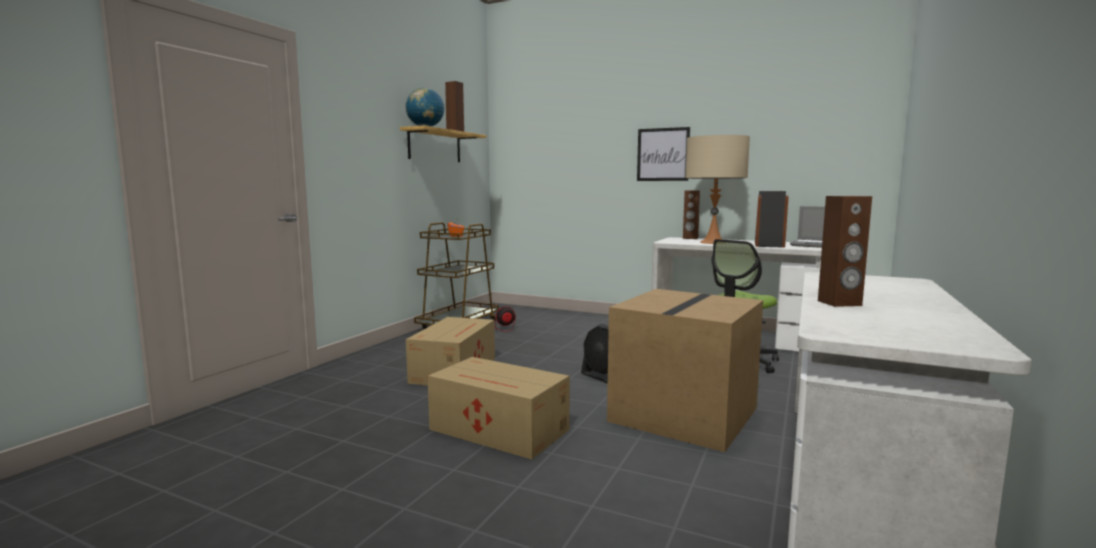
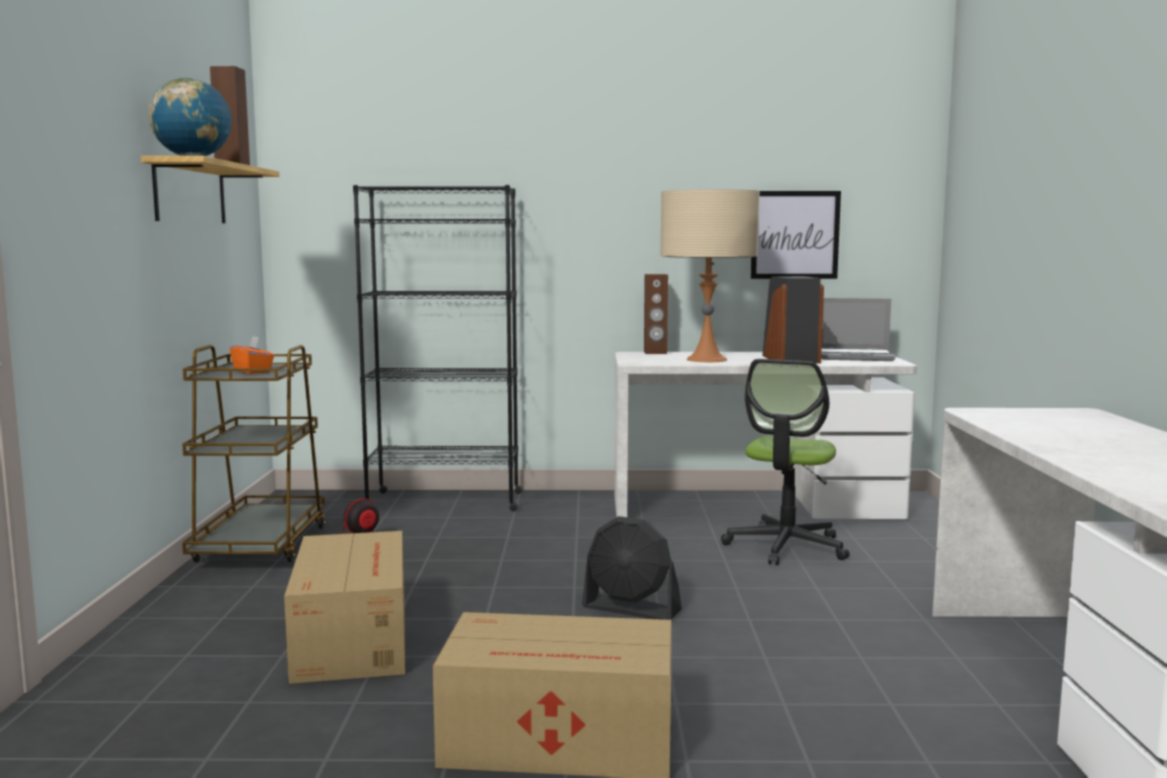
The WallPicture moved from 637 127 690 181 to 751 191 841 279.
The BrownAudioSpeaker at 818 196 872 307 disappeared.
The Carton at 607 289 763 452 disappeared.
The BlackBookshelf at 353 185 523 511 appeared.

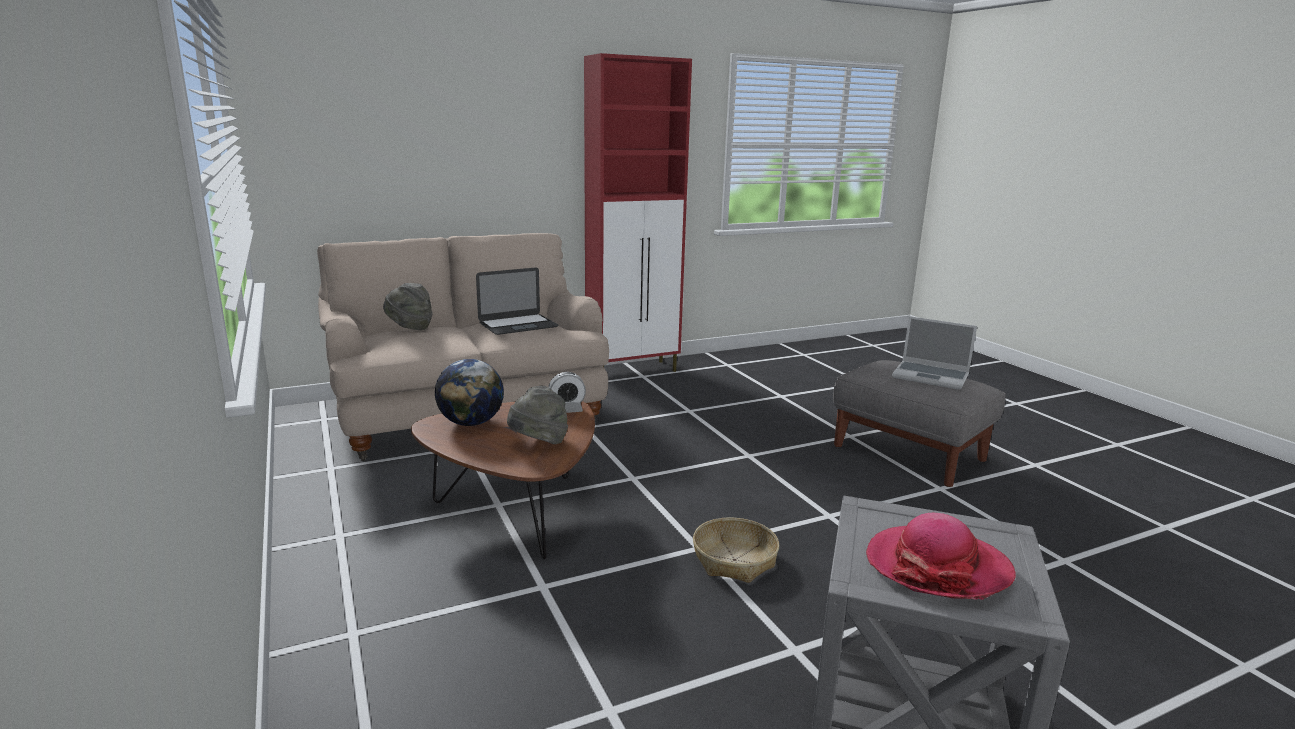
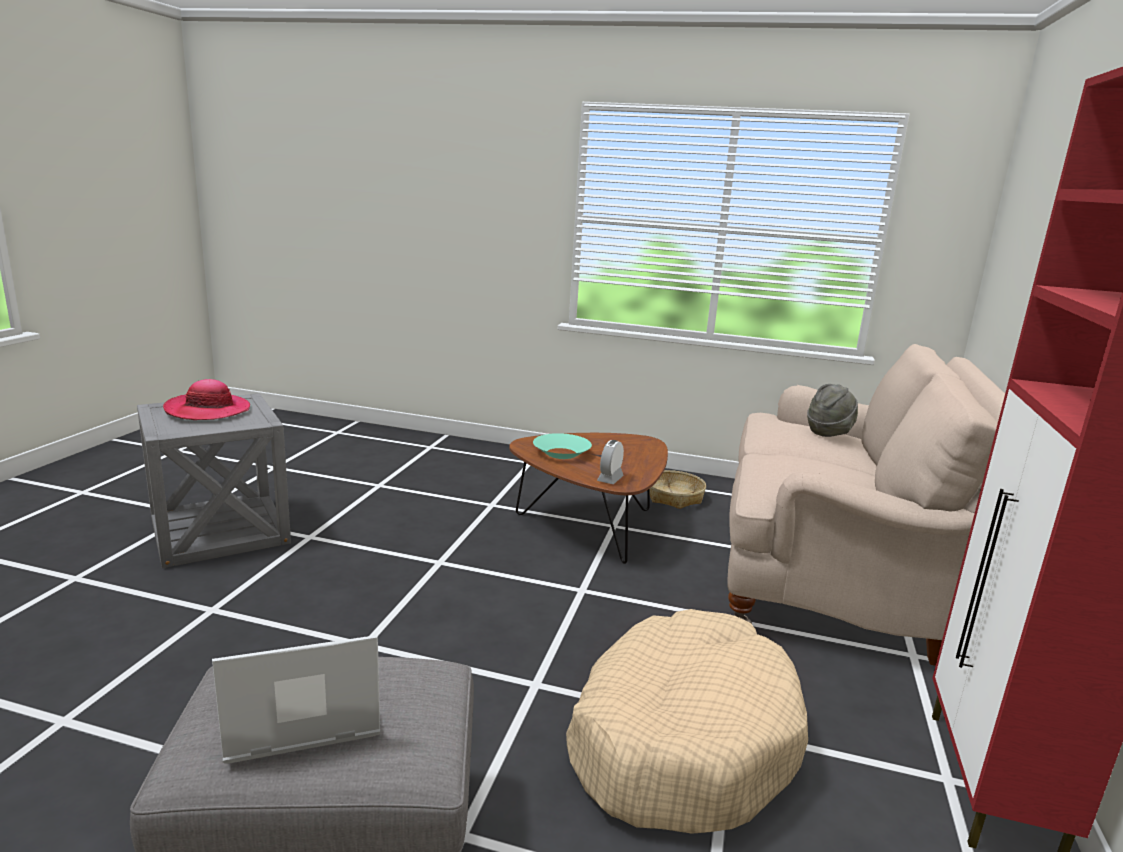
The NotebookComputer at 476 268 559 335 disappeared.
The WorldGlobe at 435 359 504 426 disappeared.
The GrayHat at 507 385 568 444 was replaced by the TurquoiseColouredServingBowl at 533 433 592 459.
The HouseholdBasket moved from 693 517 779 583 to 650 470 706 509.
The SandColouredDogBed at 566 609 808 834 appeared.

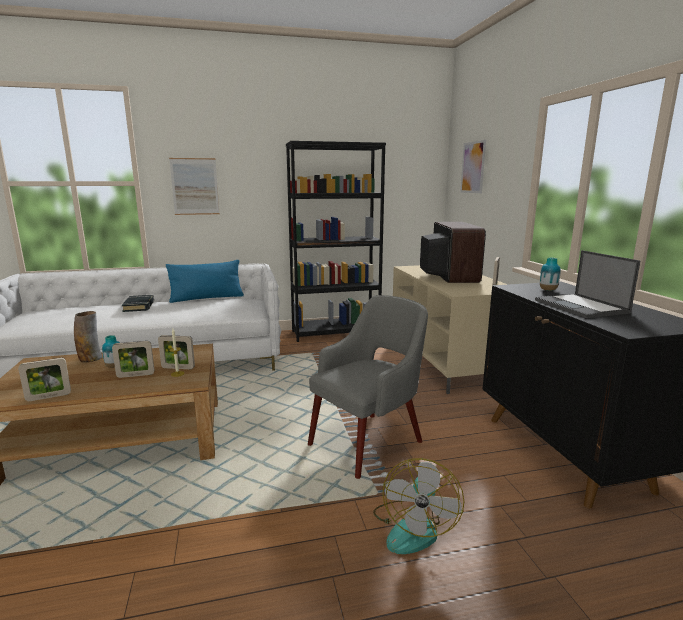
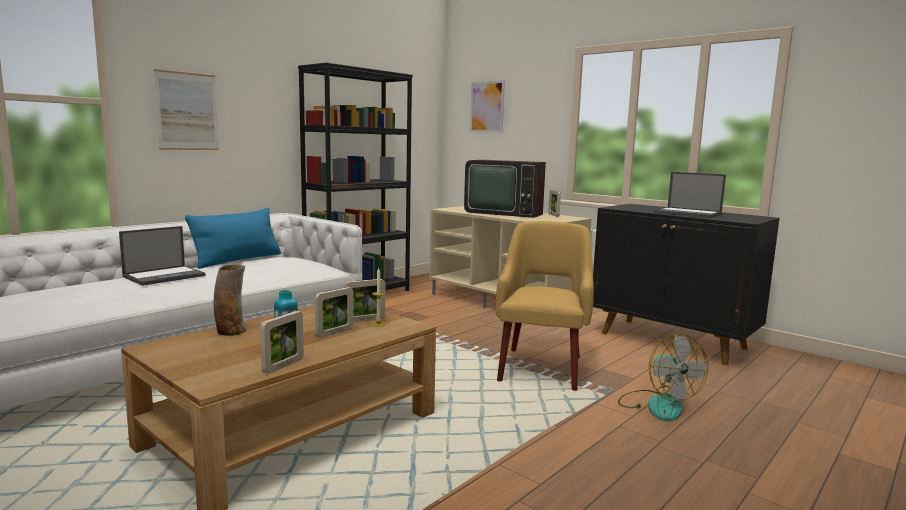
The Television at 420 222 486 283 turned 150 degrees clockwise.
The Vase at 540 258 561 291 disappeared.
The BlackBook at 122 295 154 312 was replaced by the NotebookComputer at 119 226 206 286.
The GrayEasyChair at 308 295 428 479 became the YellowColouredEasyChair at 496 221 594 391.

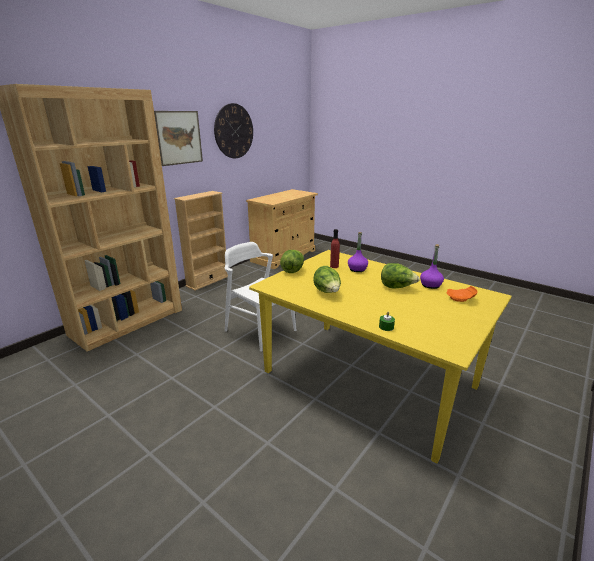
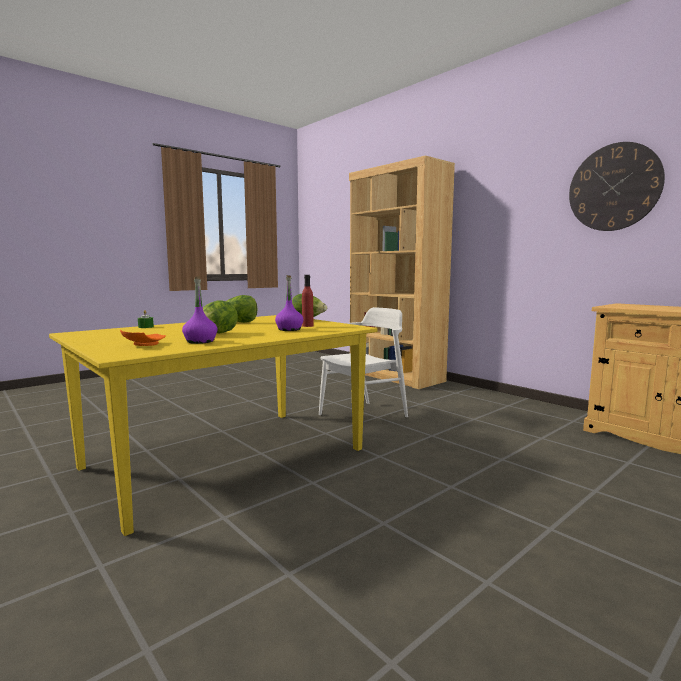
The WallPicture at 154 111 203 166 disappeared.
The SandColouredBookshelf at 174 191 228 290 disappeared.

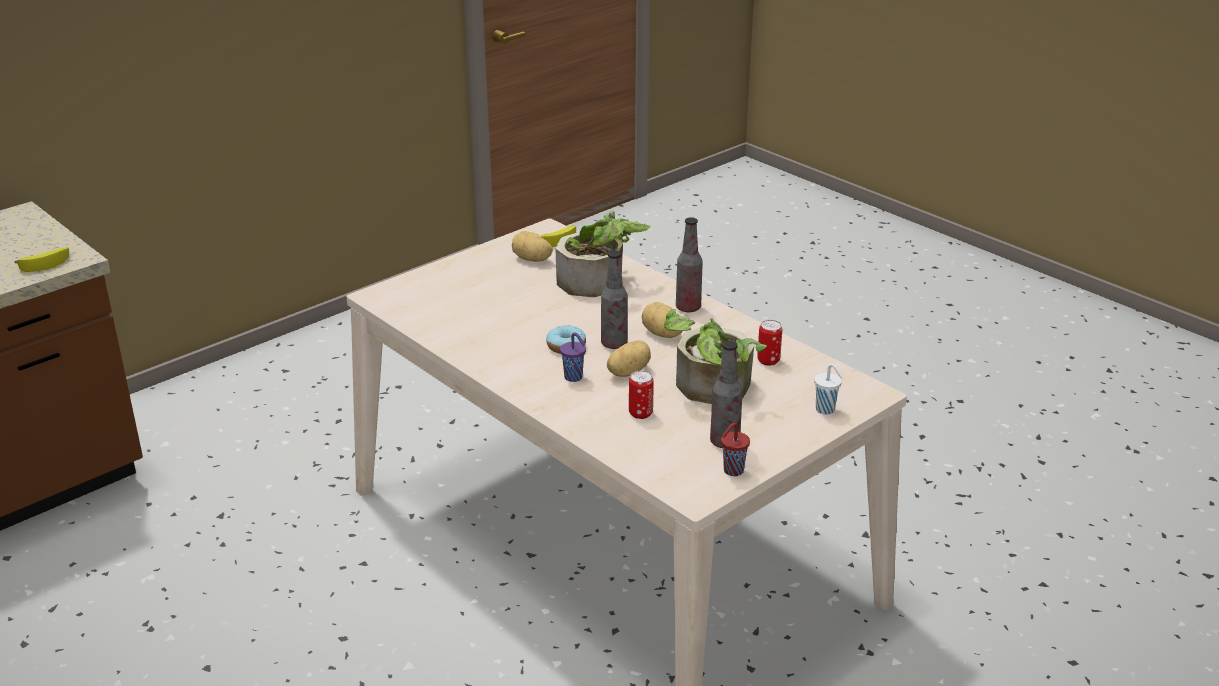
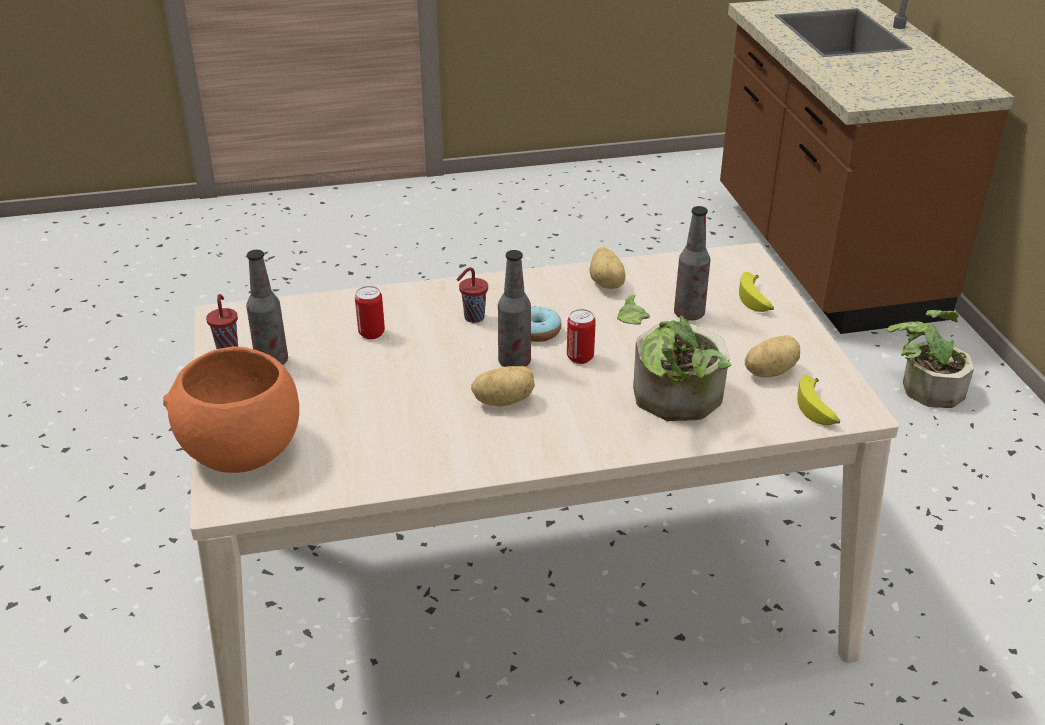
The DrinkBottle moved from 676 217 703 312 to 674 206 710 321.
The Banana moved from 14 247 69 272 to 739 272 774 312.
The PlantInAPot moved from 664 309 767 404 to 887 310 974 408.
The MetalCan moved from 757 320 782 366 to 567 309 596 364.
The PurpleSmallCup at 560 332 586 382 became the RedSmallCup at 456 267 488 323.
The Spud moved from 607 340 651 377 to 589 247 626 289.
The WhitishSmallCup at 814 364 843 414 was replaced by the OrangeServingBowl at 163 346 299 473.

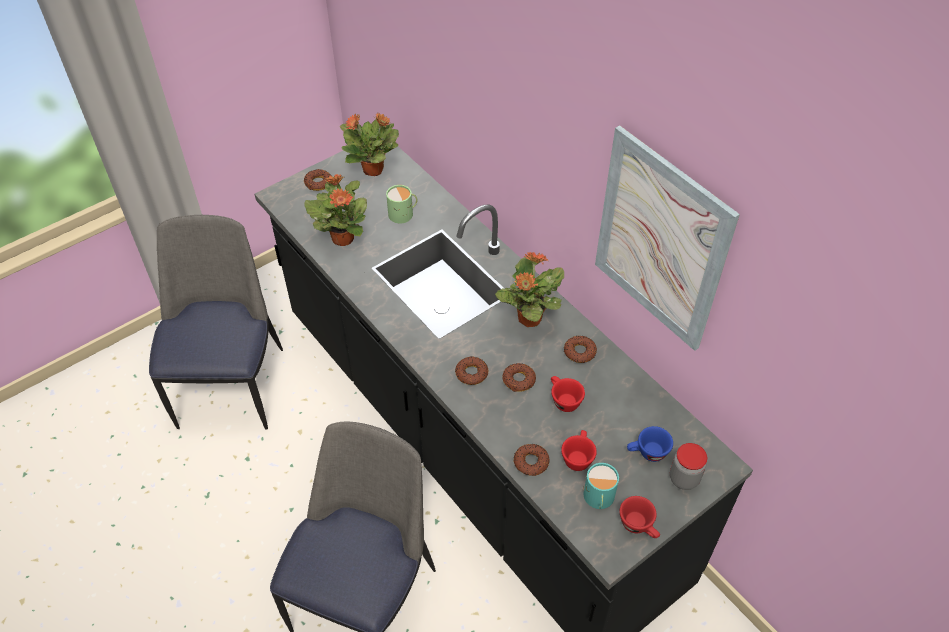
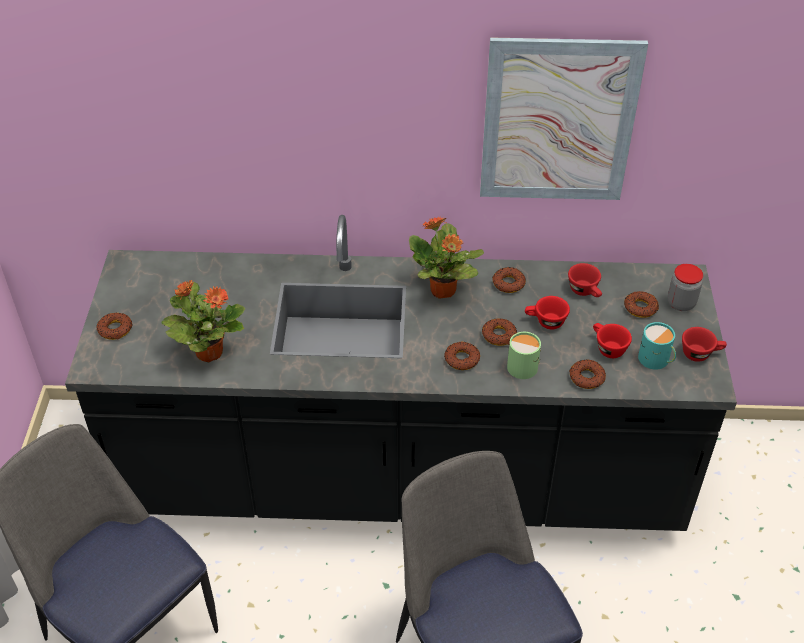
The PlantInAPot at 340 113 399 176 disappeared.
The GreenCoffeeMug moved from 386 185 417 223 to 507 332 541 379.
The BlueColouredSmallCup at 627 426 673 462 was replaced by the Doughnut at 624 291 659 318.
The RedSmallCup at 568 263 602 297 appeared.

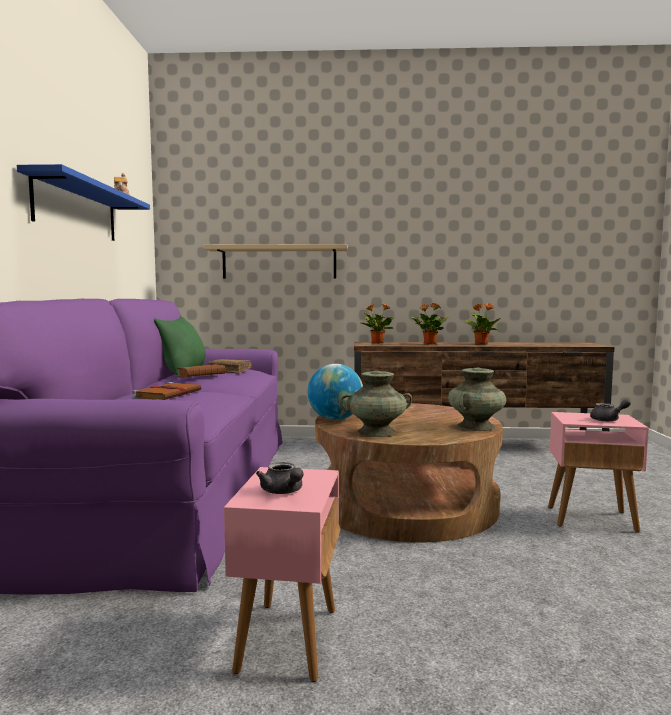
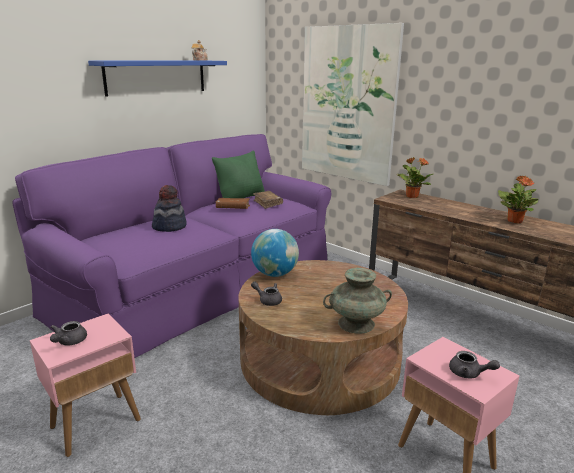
The SandColouredBracketShelf at 204 244 348 279 was replaced by the WallPicture at 302 23 404 186.
The PlantInAPot at 412 303 449 344 disappeared.
The TurquoiseColouredVase at 340 371 412 437 was replaced by the GrayTeapot at 251 281 282 306.
The BrownBook at 132 382 202 400 was replaced by the Hat at 152 185 187 232.

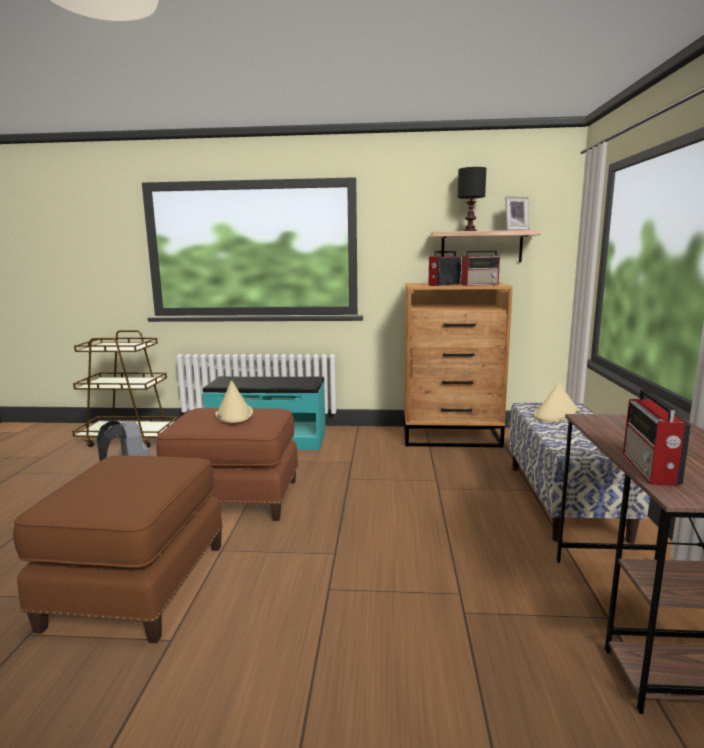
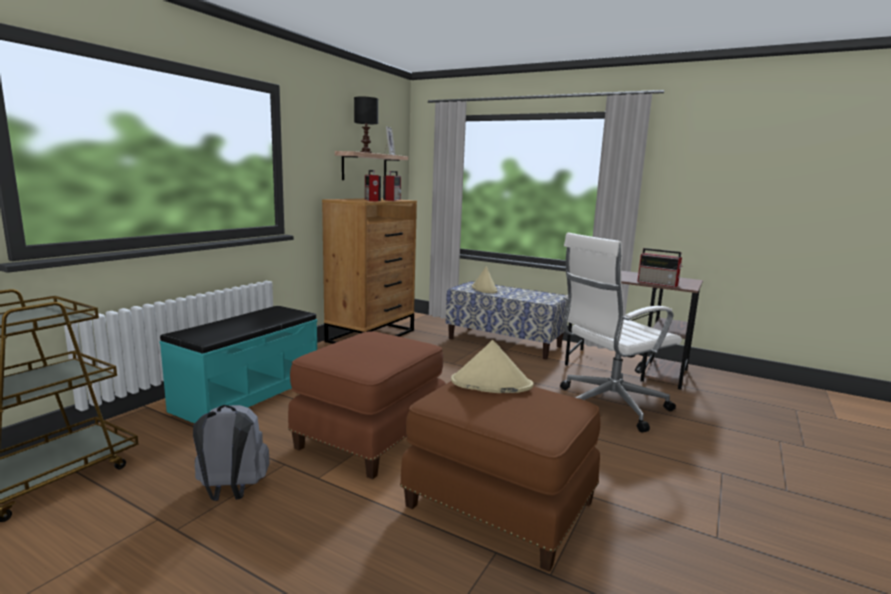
The SandColouredHat moved from 215 380 253 423 to 451 340 534 393.
The WhitishComputerChair at 560 233 682 432 appeared.

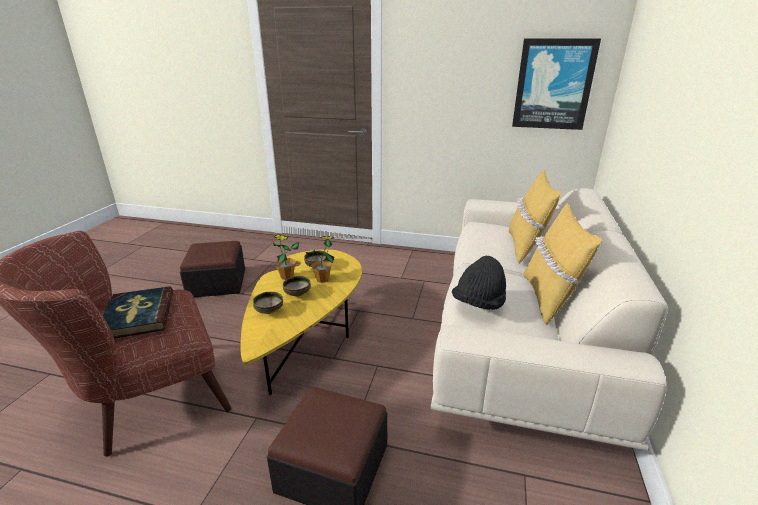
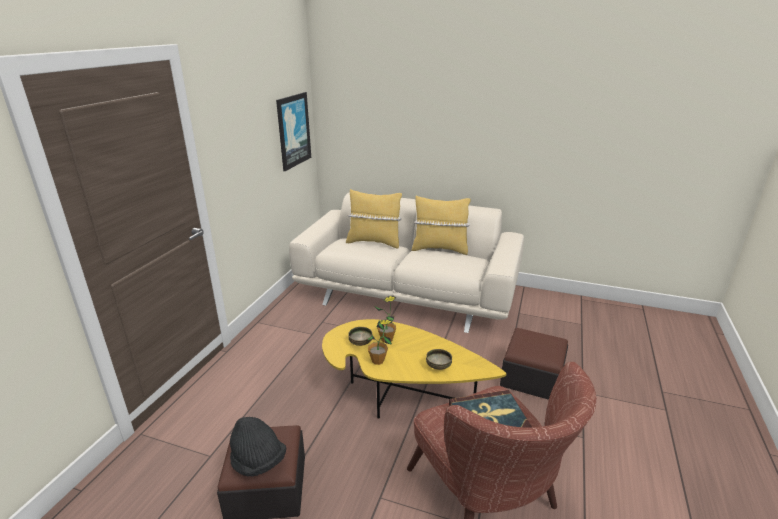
The BlackHat moved from 452 256 506 310 to 230 417 286 477.
The ServingBowl at 283 276 311 297 disappeared.

